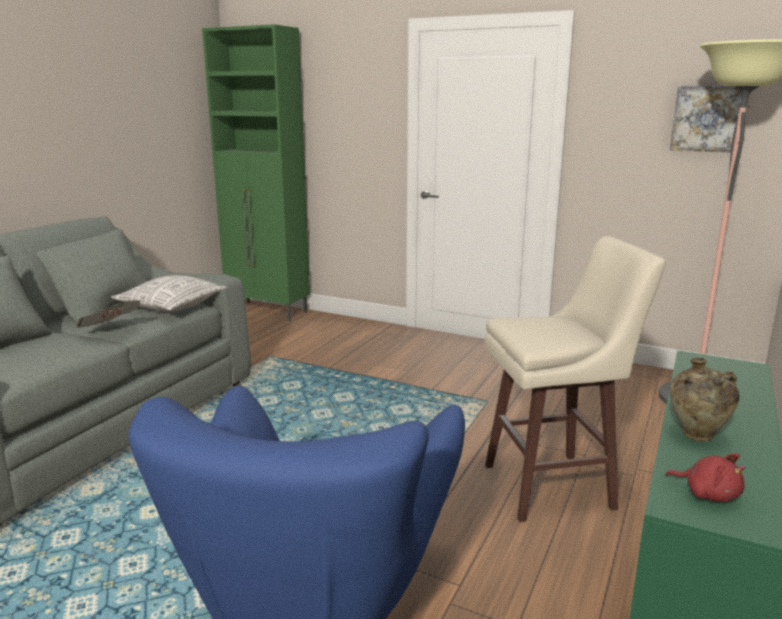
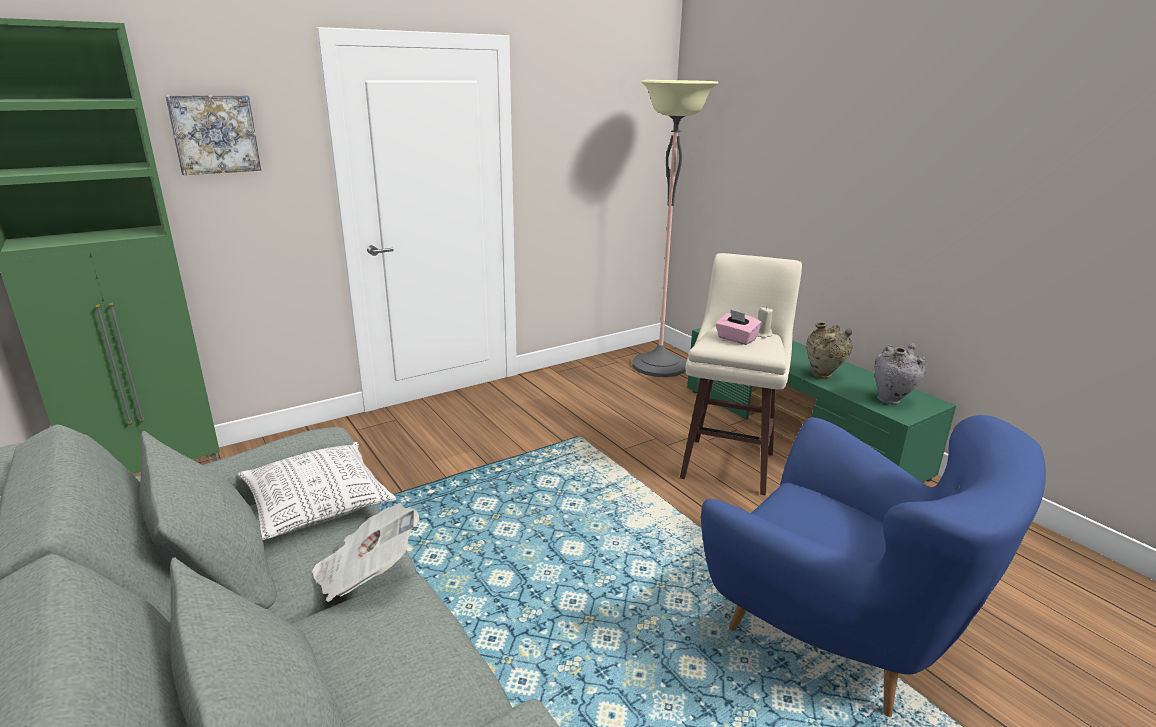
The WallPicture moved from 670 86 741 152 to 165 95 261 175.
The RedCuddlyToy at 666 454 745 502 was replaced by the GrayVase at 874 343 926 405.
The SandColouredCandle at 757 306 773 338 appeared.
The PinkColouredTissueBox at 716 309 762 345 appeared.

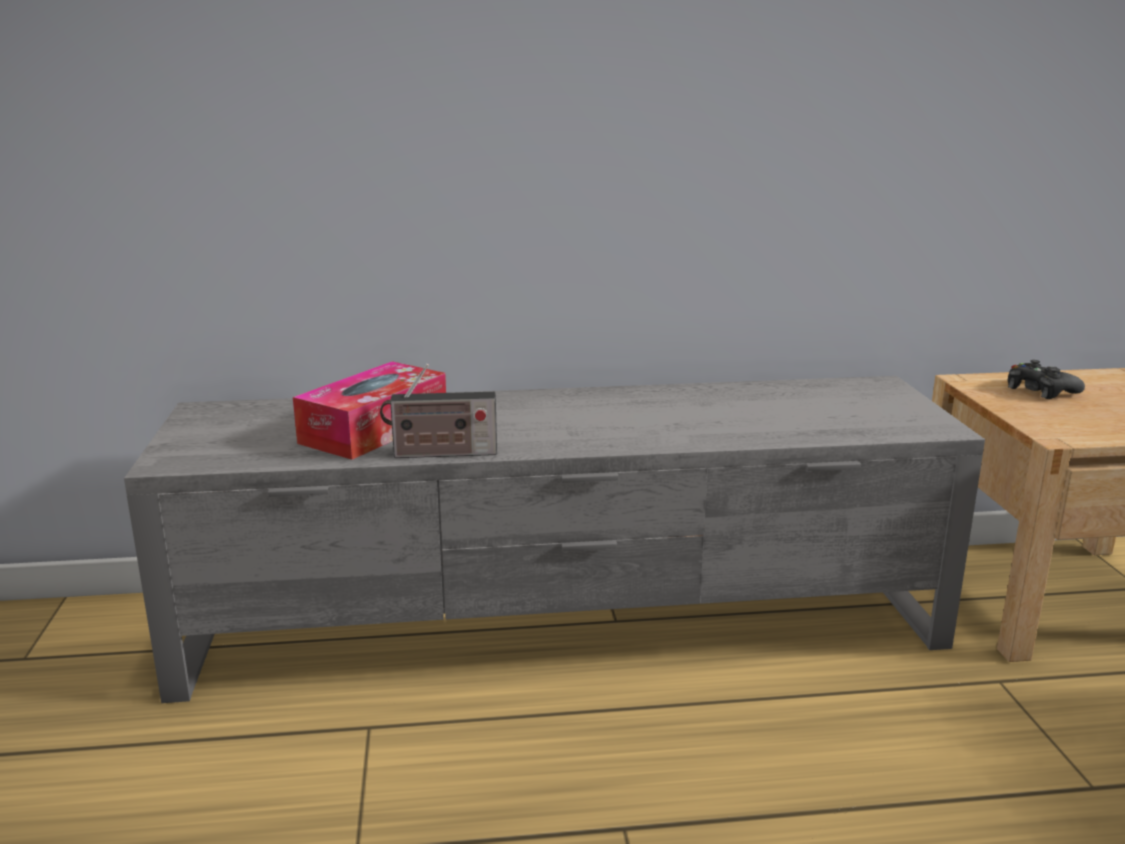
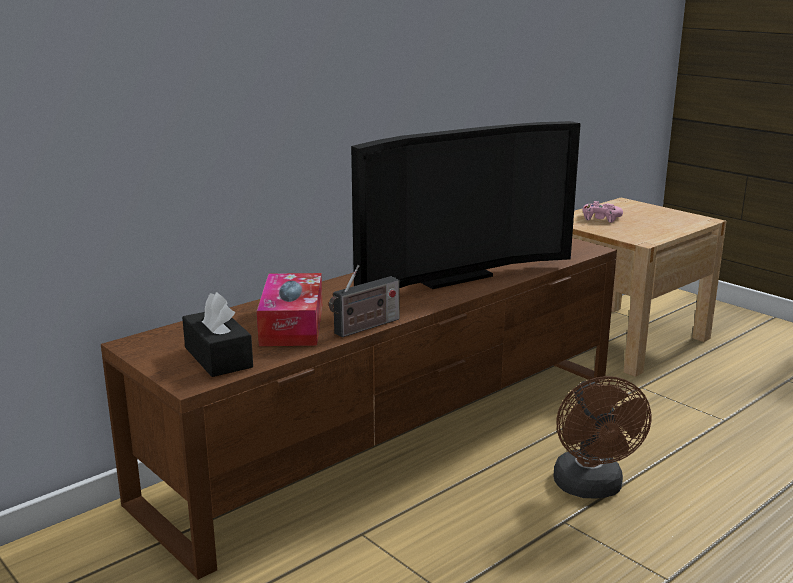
The BlackGamepad at 1008 360 1085 399 became the PinkColouredGamepad at 582 201 623 223.
The GrayTvStand at 124 376 985 703 became the BrownTvStand at 101 238 617 580.
The Television at 351 121 581 289 appeared.
The BlackTissueBox at 182 292 253 377 appeared.
The BrownCoolingFan at 553 376 651 499 appeared.

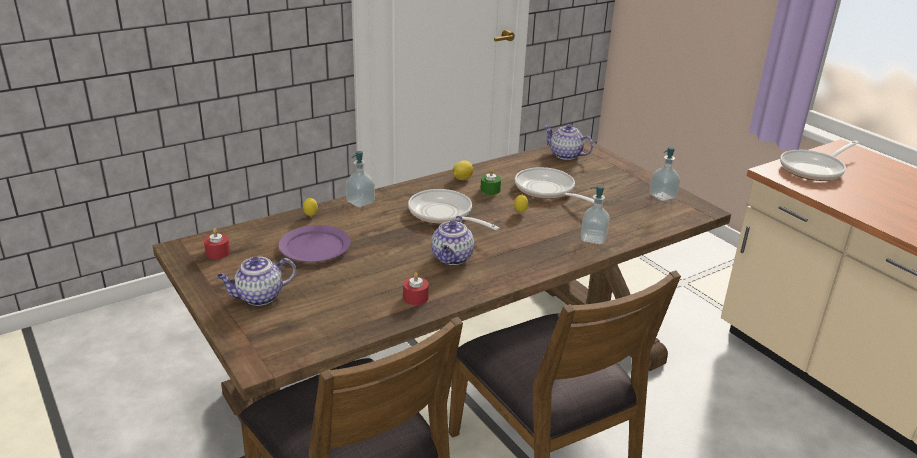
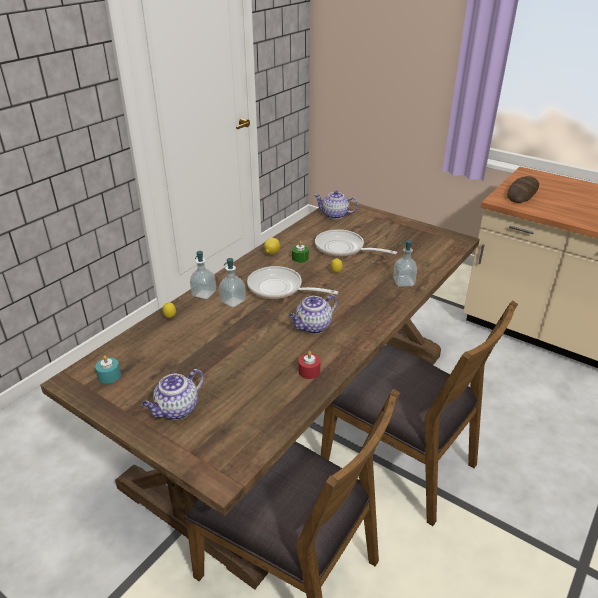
The Skillet at 780 140 859 181 was replaced by the Bread at 507 176 539 203.
The SoapBottle moved from 649 147 680 201 to 219 258 246 307.
The Teapot at 431 215 474 265 turned 60 degrees clockwise.
The PurplePlate at 279 225 351 262 disappeared.
The RedCandle at 204 228 230 259 became the TurquoiseColouredCandle at 95 355 121 384.

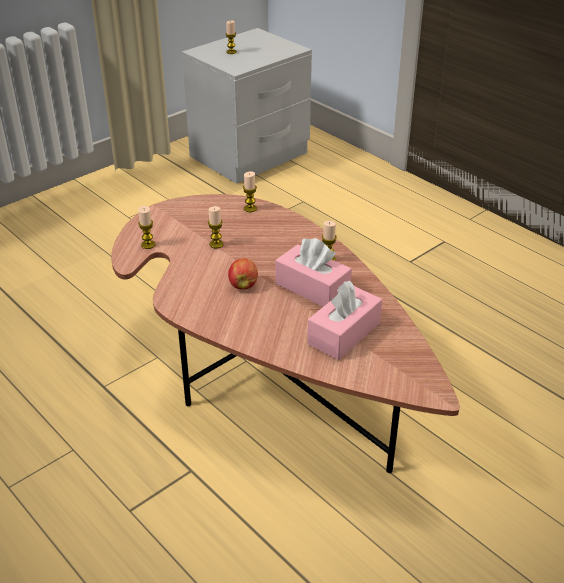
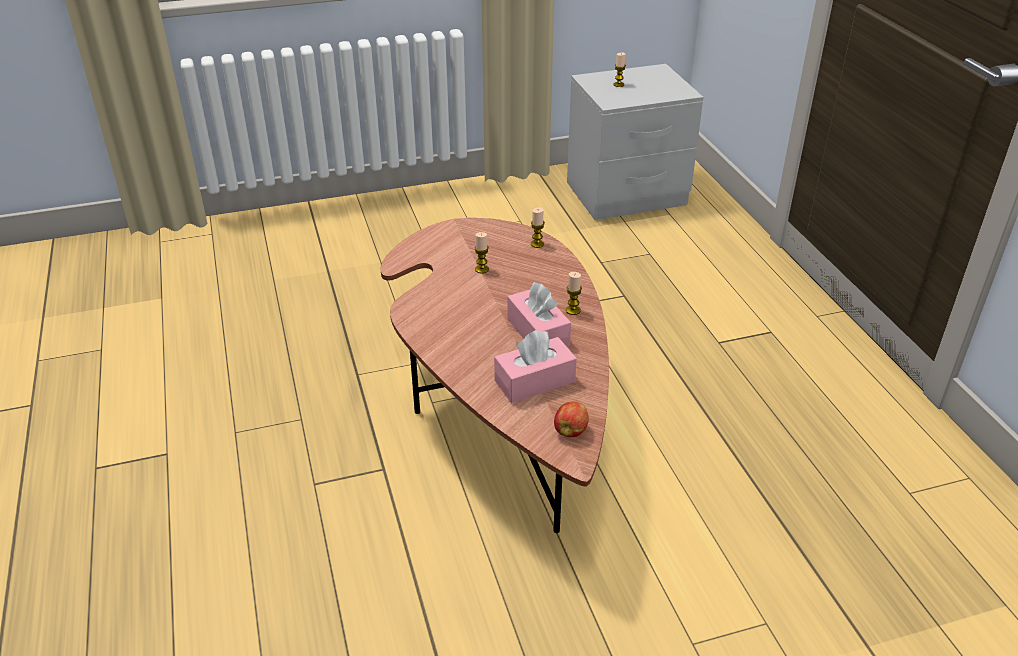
The Candle at 138 206 155 249 disappeared.
The WholeApple moved from 228 258 258 290 to 554 401 589 437.

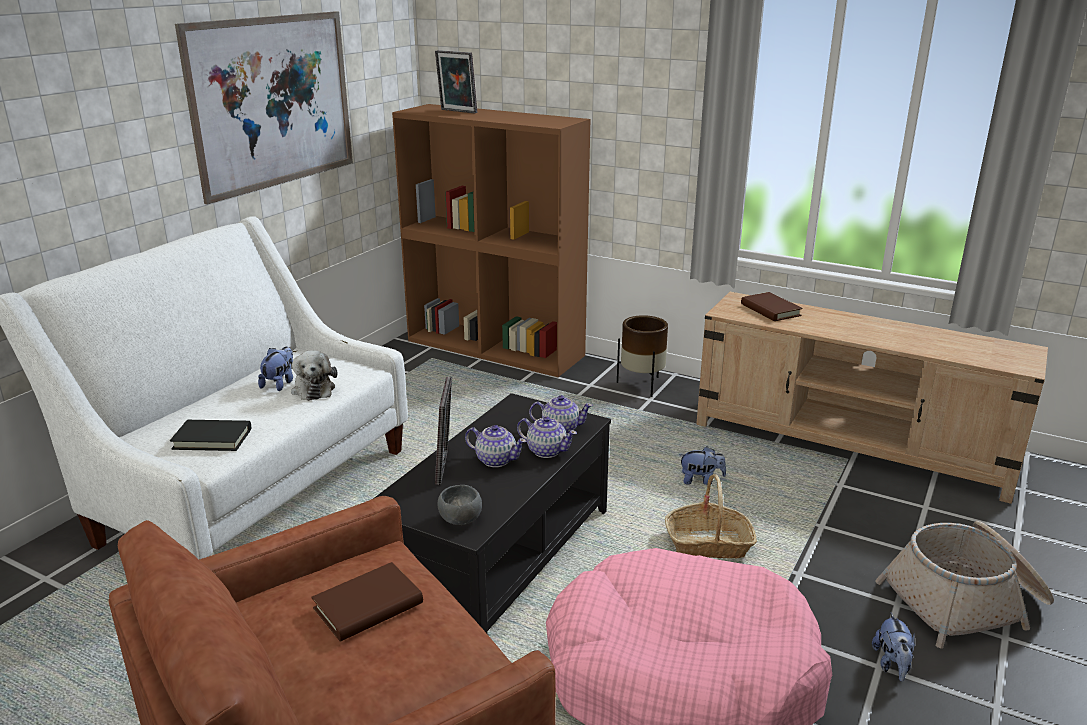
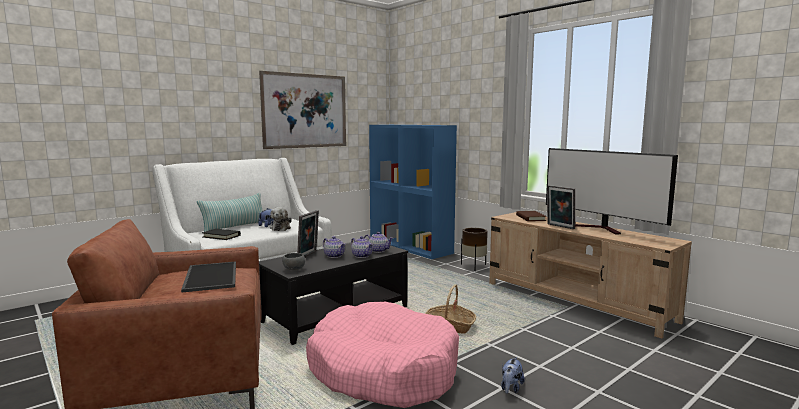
The StandingFrame moved from 435 50 477 113 to 547 185 575 229.
The BrownBookshelf at 392 104 590 377 became the BlueColouredBookshelf at 369 125 457 259.
The CuddlyToy at 679 446 726 485 disappeared.
The HouseholdBasket at 876 521 1054 649 disappeared.
The BrownBook at 311 562 423 642 was replaced by the ServingTray at 181 261 236 293.
The Television at 546 148 678 235 appeared.
The Pillow at 197 193 265 232 appeared.

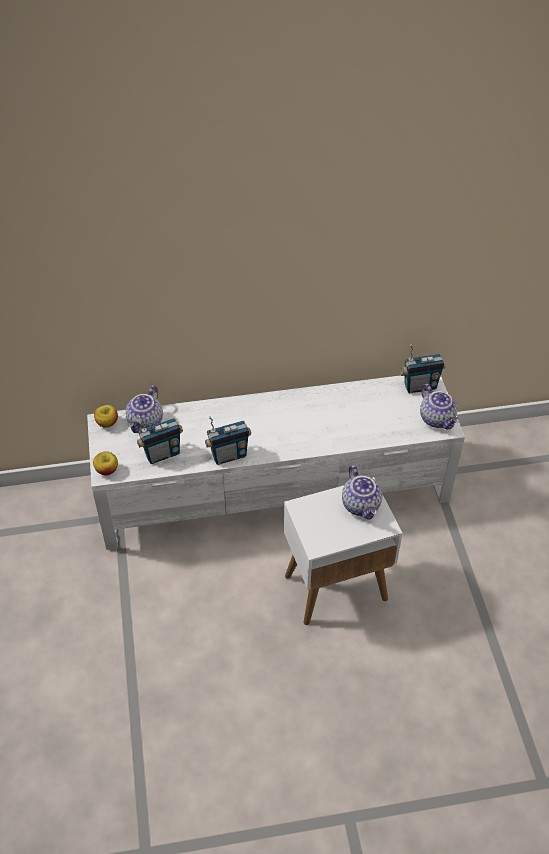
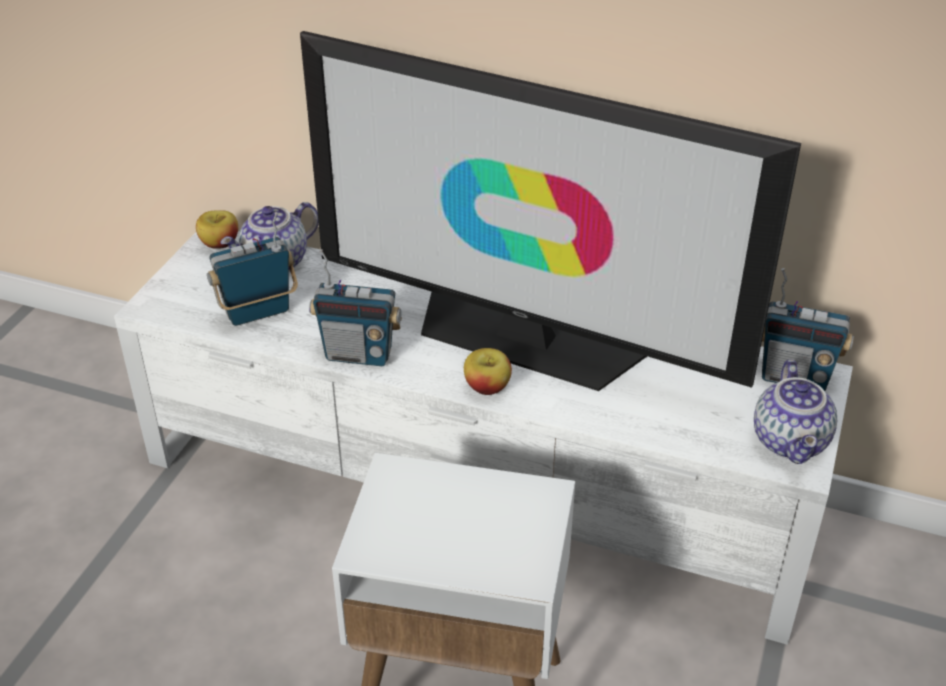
The RadioSet at 137 416 183 464 turned 150 degrees clockwise.
The WholeApple moved from 93 451 118 475 to 464 348 512 395.
The Teapot at 342 465 382 519 disappeared.
The Television at 300 31 801 391 appeared.

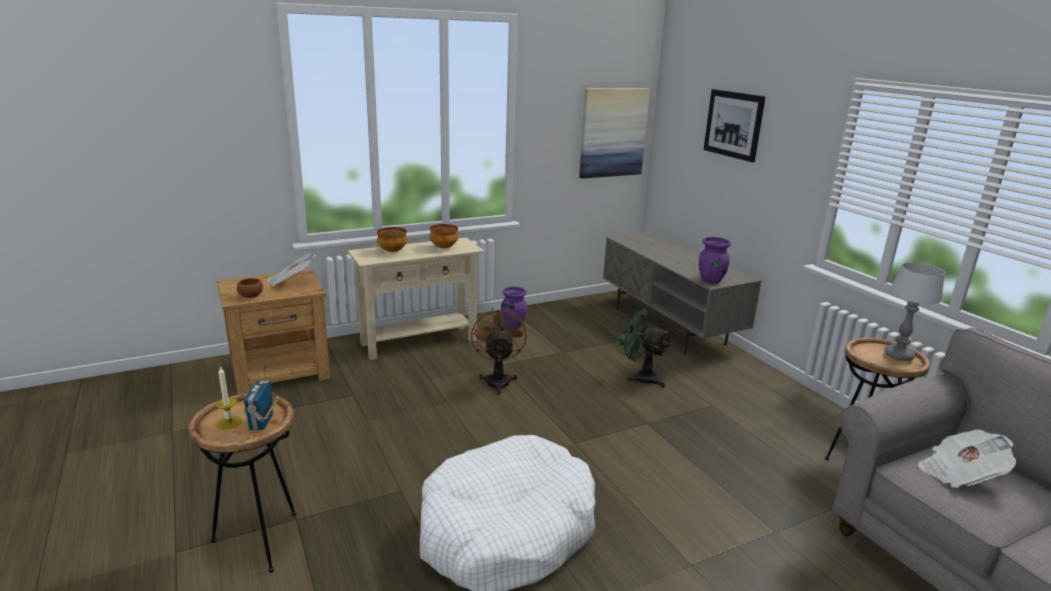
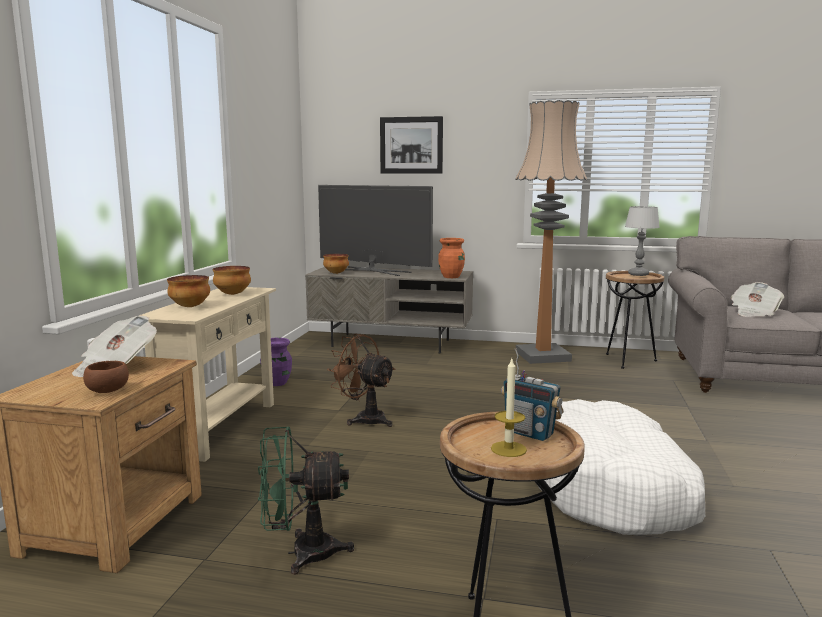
The WallPicture at 579 88 650 179 disappeared.
The PurpleVase at 699 237 731 284 became the OrangeVase at 438 238 465 278.
The GreenCoolingFan moved from 615 306 672 388 to 258 427 354 575.
The StandardLamp at 515 100 587 364 appeared.
The Television at 318 185 433 276 appeared.
The ServingBowl at 323 254 349 274 appeared.

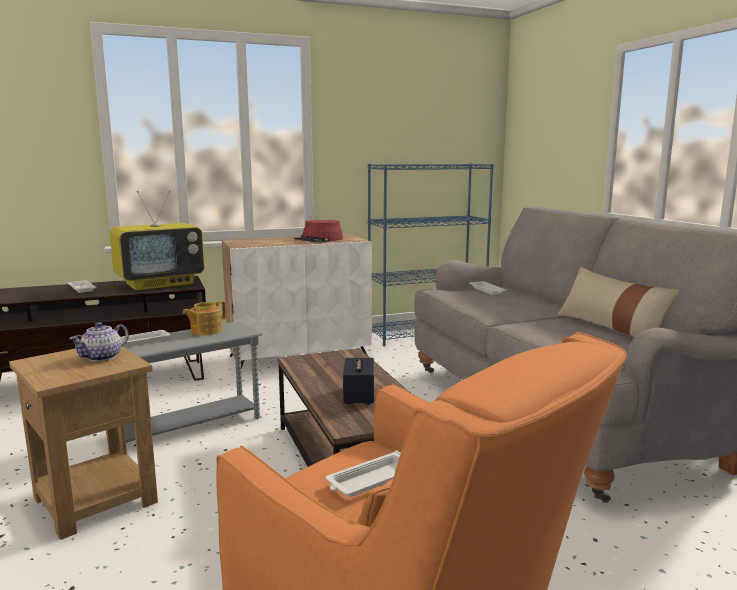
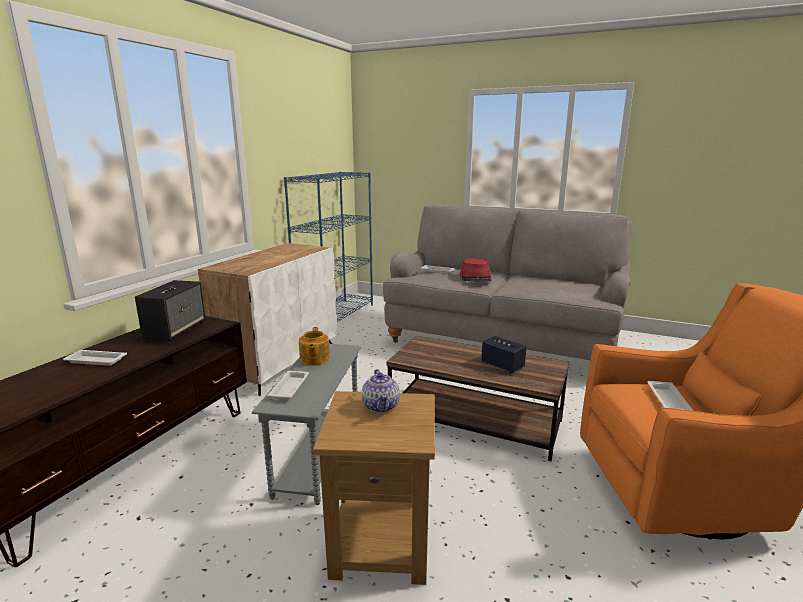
The Television at 110 191 205 291 was replaced by the AudioSpeaker at 135 280 206 341.
The RedHat moved from 294 220 343 243 to 460 258 492 282.
The SandColouredPillow at 557 267 679 338 disappeared.

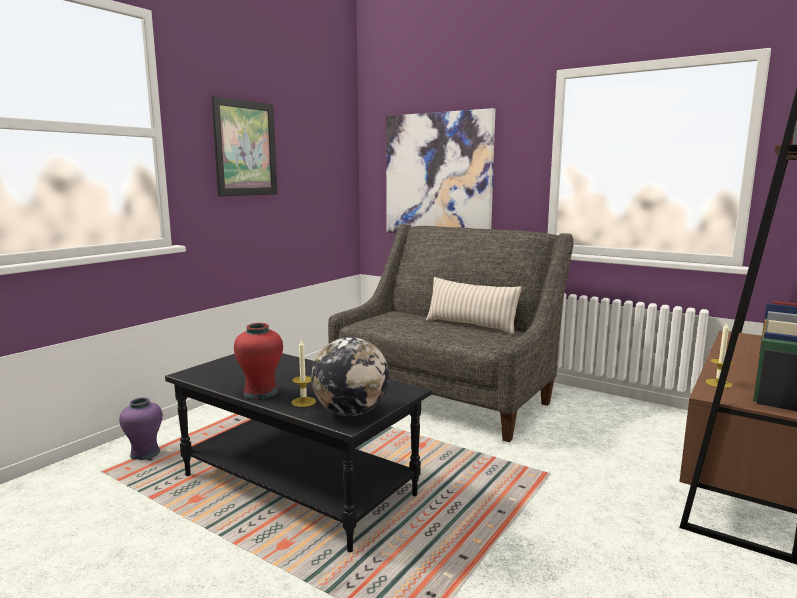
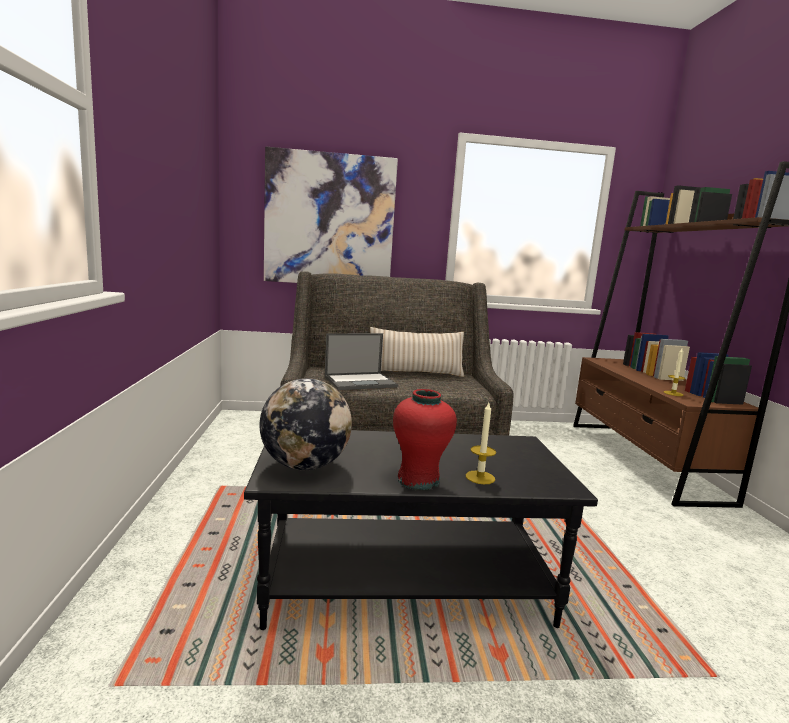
The WallPicture at 211 96 277 196 disappeared.
The WorldGlobe moved from 311 337 389 416 to 260 378 352 470.
The PurpleVase at 119 397 163 460 disappeared.
The NotebookComputer at 325 333 398 390 appeared.

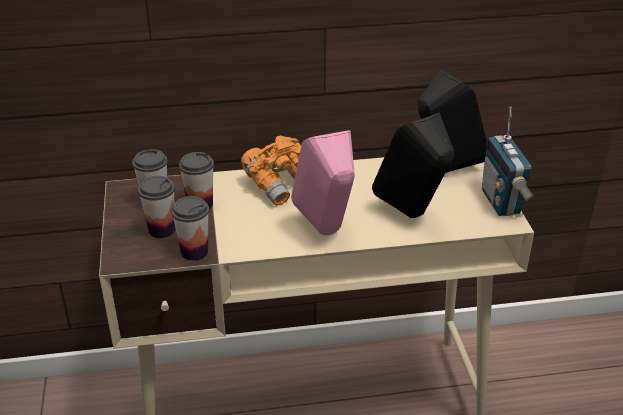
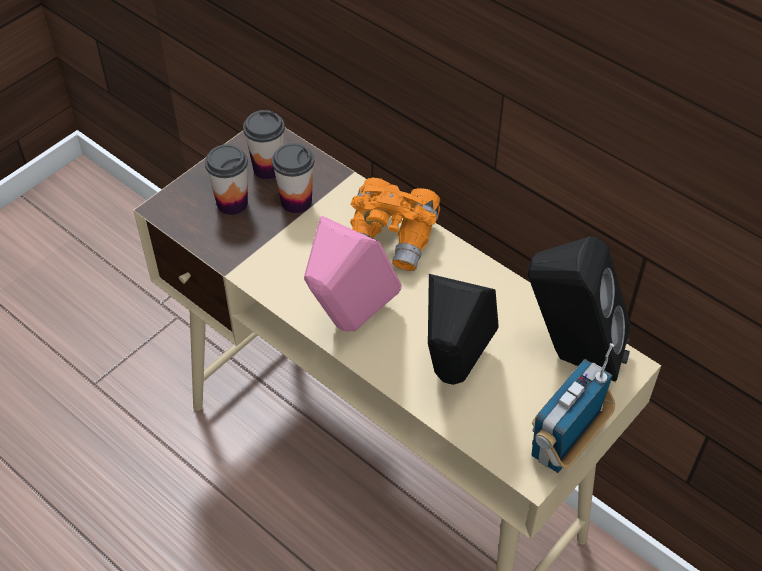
The SmallCup at 171 196 209 261 disappeared.

